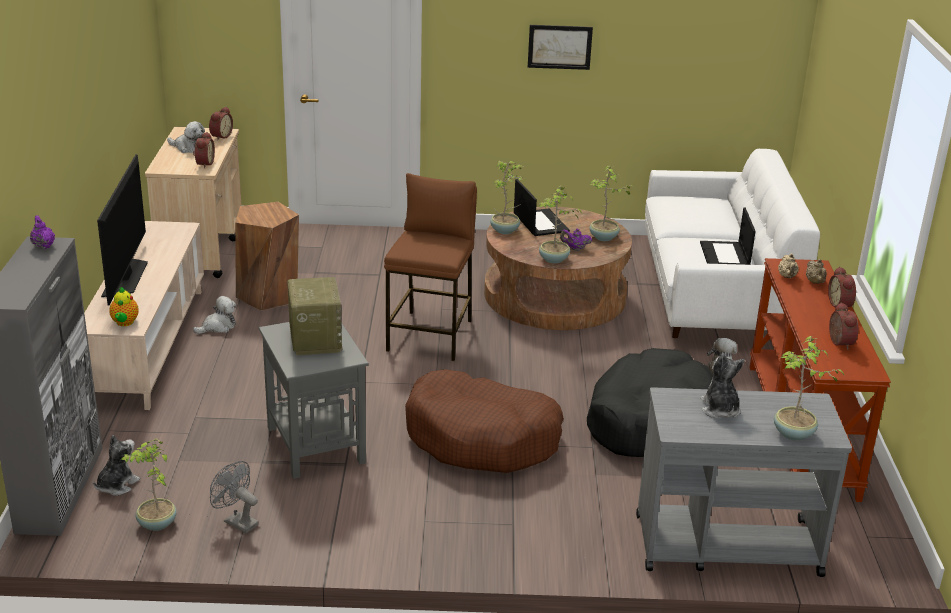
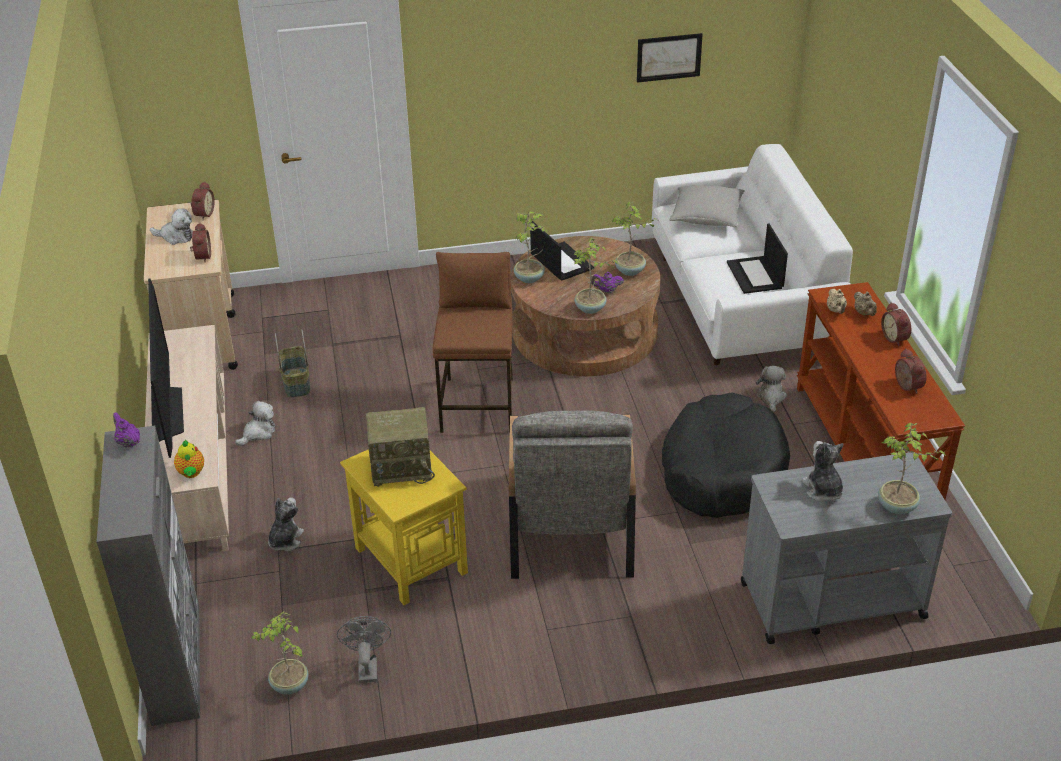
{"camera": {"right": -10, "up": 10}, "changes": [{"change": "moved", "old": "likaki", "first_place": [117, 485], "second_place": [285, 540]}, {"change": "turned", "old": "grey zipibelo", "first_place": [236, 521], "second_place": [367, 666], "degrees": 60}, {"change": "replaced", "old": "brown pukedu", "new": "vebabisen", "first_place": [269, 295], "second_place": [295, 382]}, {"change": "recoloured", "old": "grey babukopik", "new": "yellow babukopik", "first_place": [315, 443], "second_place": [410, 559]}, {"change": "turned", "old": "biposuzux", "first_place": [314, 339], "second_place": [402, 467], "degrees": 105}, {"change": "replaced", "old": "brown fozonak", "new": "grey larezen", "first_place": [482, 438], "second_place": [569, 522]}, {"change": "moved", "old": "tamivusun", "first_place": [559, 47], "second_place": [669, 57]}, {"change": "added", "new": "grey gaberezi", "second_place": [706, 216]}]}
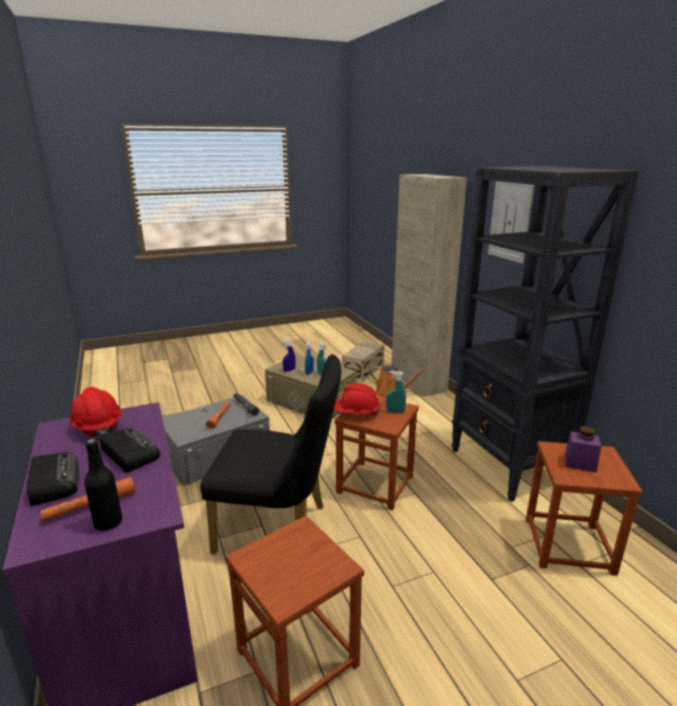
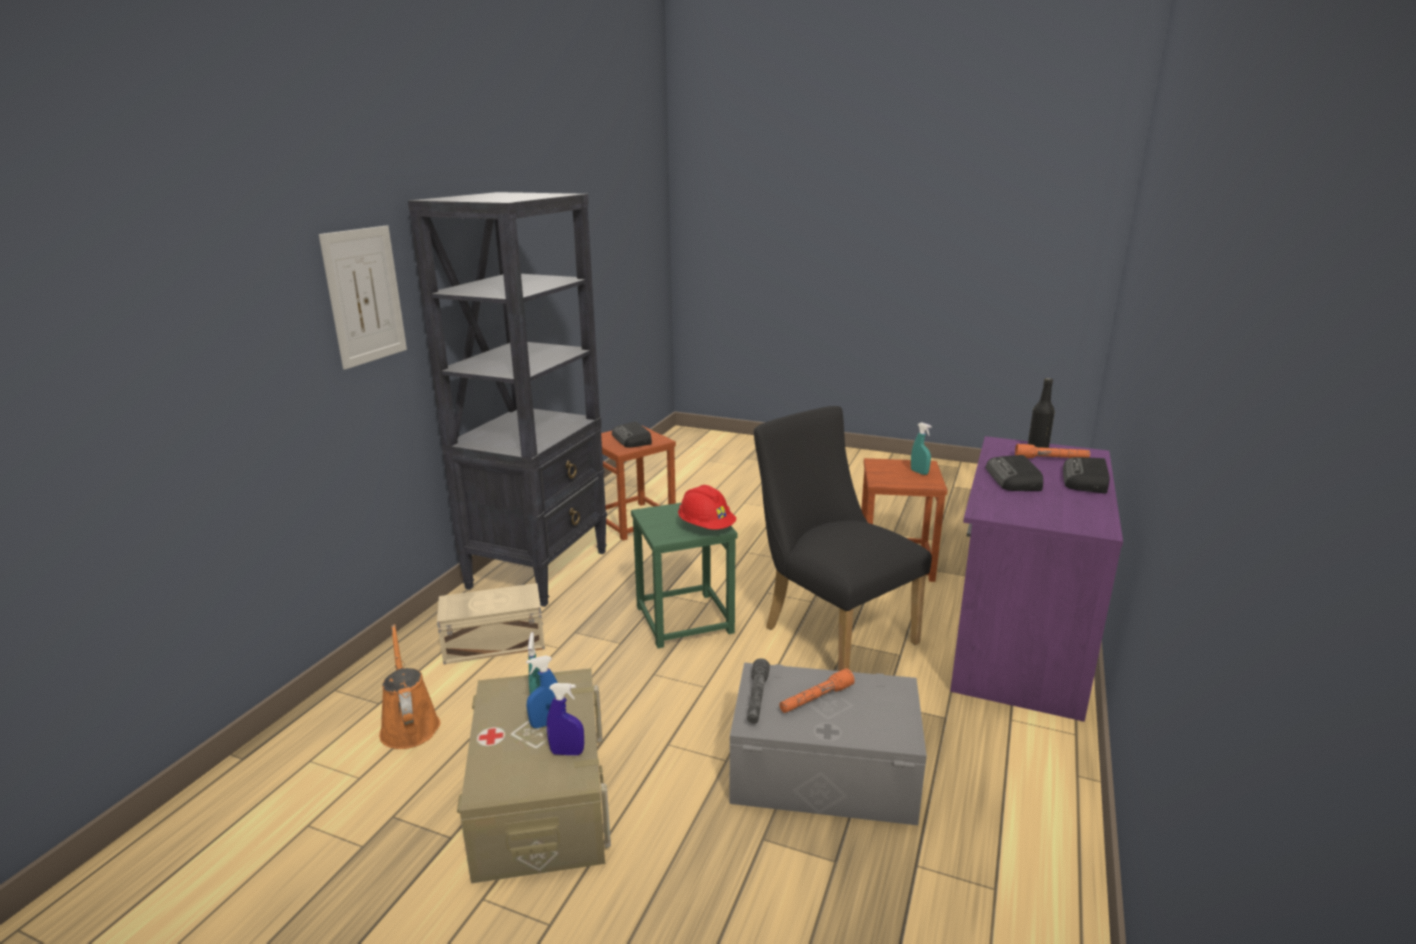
{"camera": {"right": -135, "up": 0}, "changes": [{"change": "removed", "old": "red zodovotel", "first_place": [97, 427]}, {"change": "recoloured", "old": "brown pukedu", "new": "green pukedu", "first_place": [375, 484], "second_place": [683, 619]}, {"change": "moved", "old": "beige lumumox", "first_place": [364, 370], "second_place": [492, 642]}, {"change": "moved", "old": "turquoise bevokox", "first_place": [395, 412], "second_place": [919, 472]}, {"change": "removed", "old": "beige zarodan", "first_place": [418, 381]}, {"change": "replaced", "old": "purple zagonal", "new": "biposuzux", "first_place": [580, 463], "second_place": [632, 440]}]}
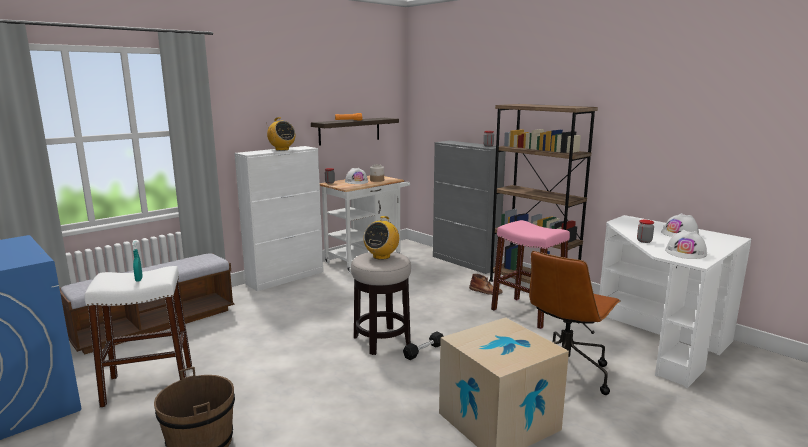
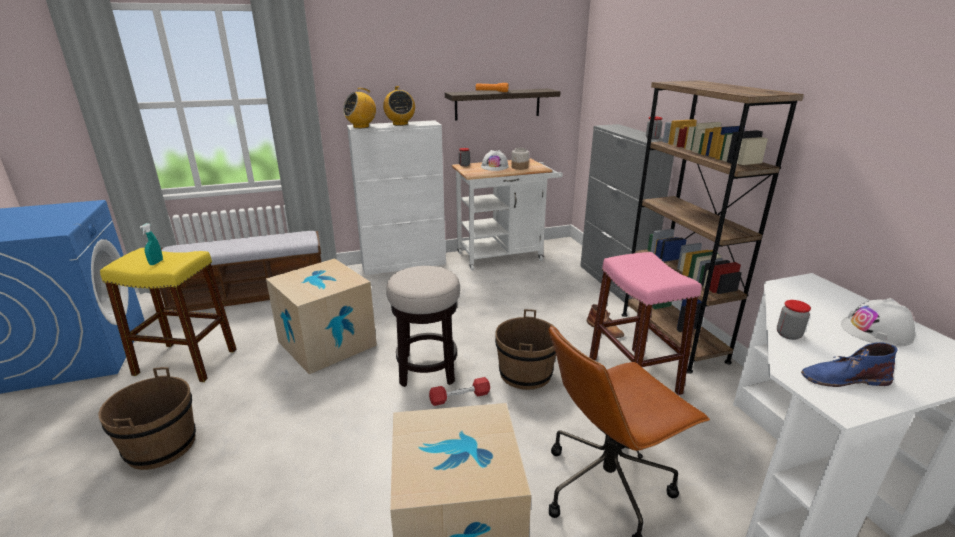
{"camera": {"right": 25, "up": 10}, "changes": [{"change": "recoloured", "old": "white pukedu", "new": "yellow pukedu", "first_place": [149, 385], "second_place": [186, 362]}, {"change": "moved", "old": "biposuzux", "first_place": [381, 256], "second_place": [361, 127]}, {"change": "recoloured", "old": "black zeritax", "new": "red zeritax", "first_place": [424, 351], "second_place": [460, 397]}, {"change": "replaced", "old": "white zodovotel", "new": "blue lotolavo", "first_place": [686, 252], "second_place": [843, 378]}, {"change": "added", "new": "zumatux", "second_place": [327, 343]}, {"change": "added", "new": "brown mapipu", "second_place": [525, 373]}]}
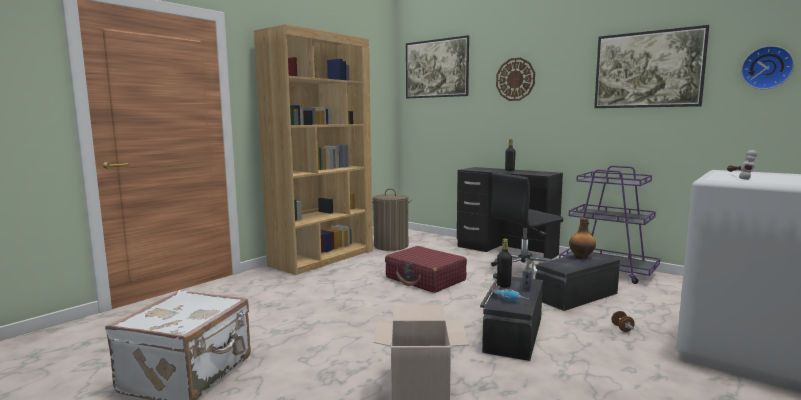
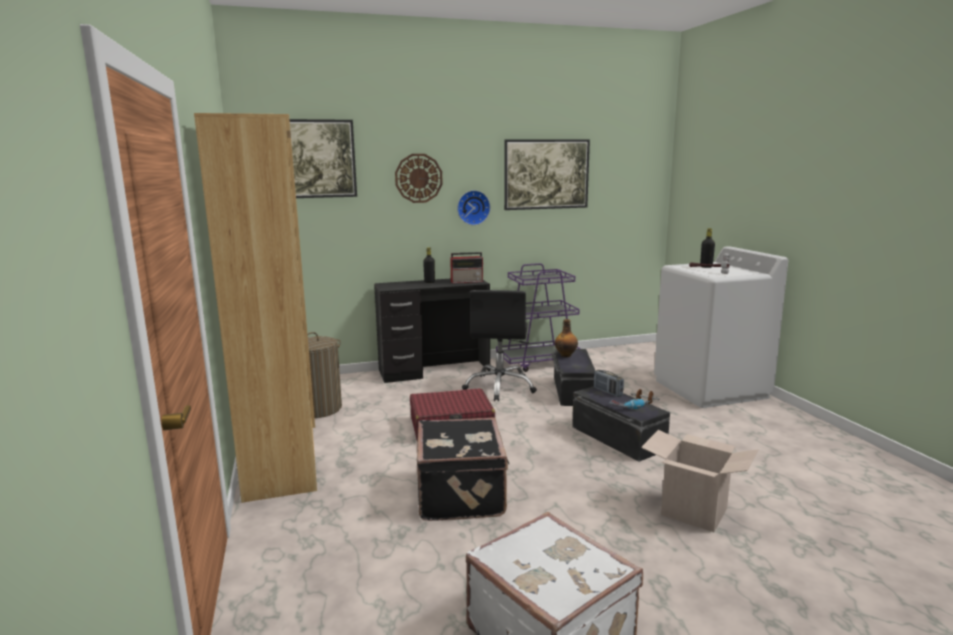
{"camera": {"right": -55, "up": 5}, "changes": [{"change": "moved", "old": "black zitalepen", "first_place": [503, 285], "second_place": [706, 267]}, {"change": "moved", "old": "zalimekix", "first_place": [766, 68], "second_place": [473, 207]}, {"change": "added", "new": "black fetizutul", "second_place": [462, 494]}, {"change": "added", "new": "biposuzux", "second_place": [467, 281]}]}
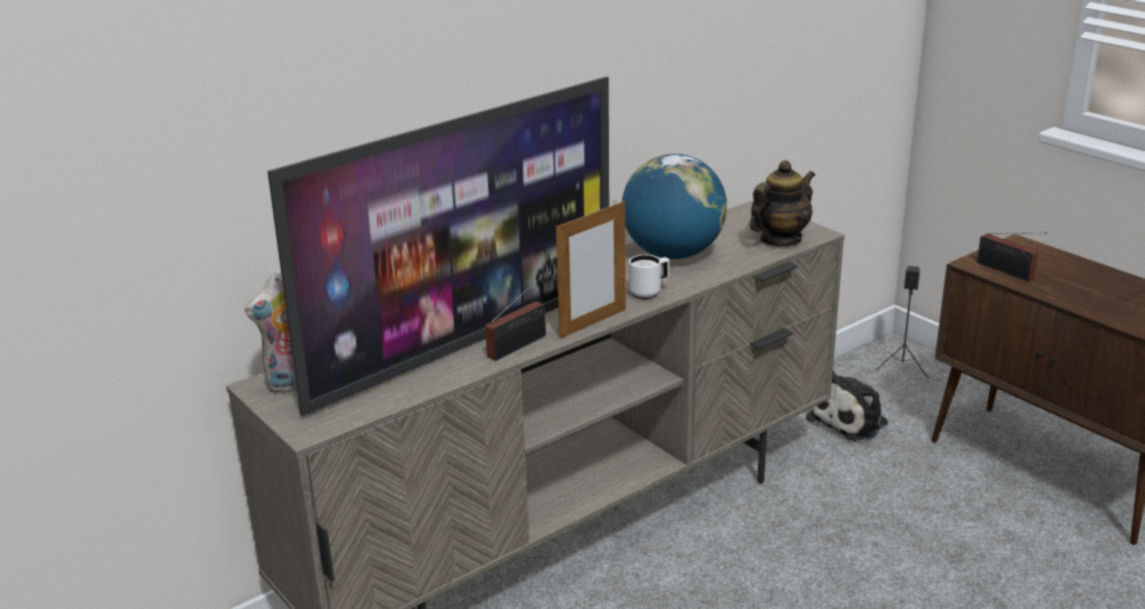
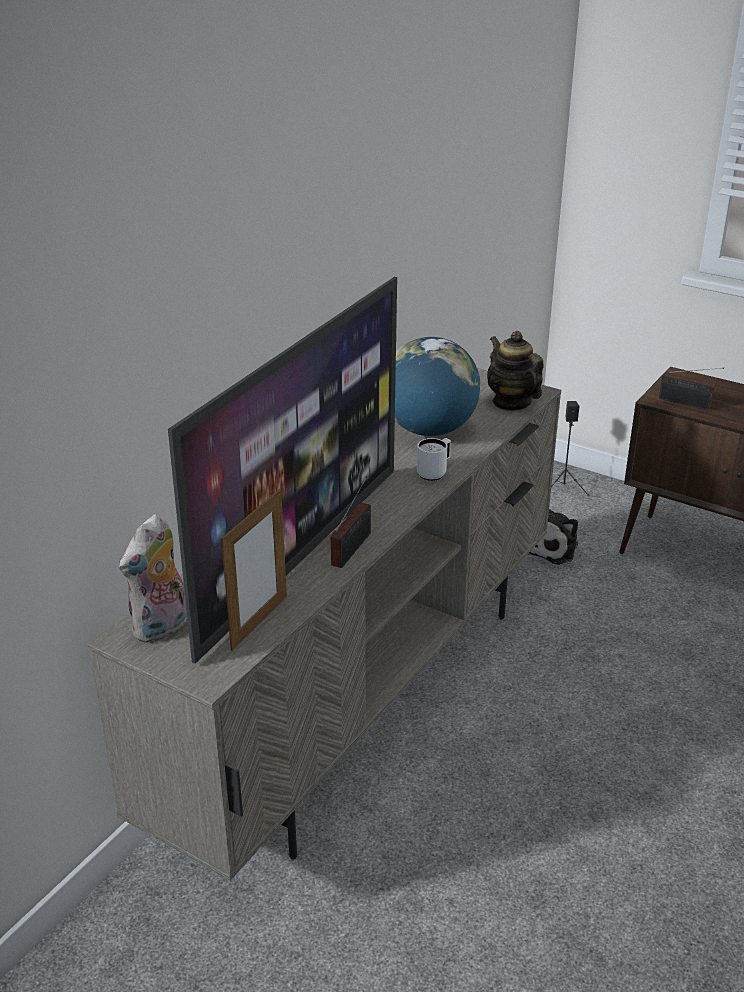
{"camera": {"right": -20, "up": 5}, "changes": [{"change": "moved", "old": "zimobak", "first_place": [593, 323], "second_place": [259, 622]}, {"change": "turned", "old": "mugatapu", "first_place": [779, 240], "second_place": [511, 402], "degrees": -60}]}
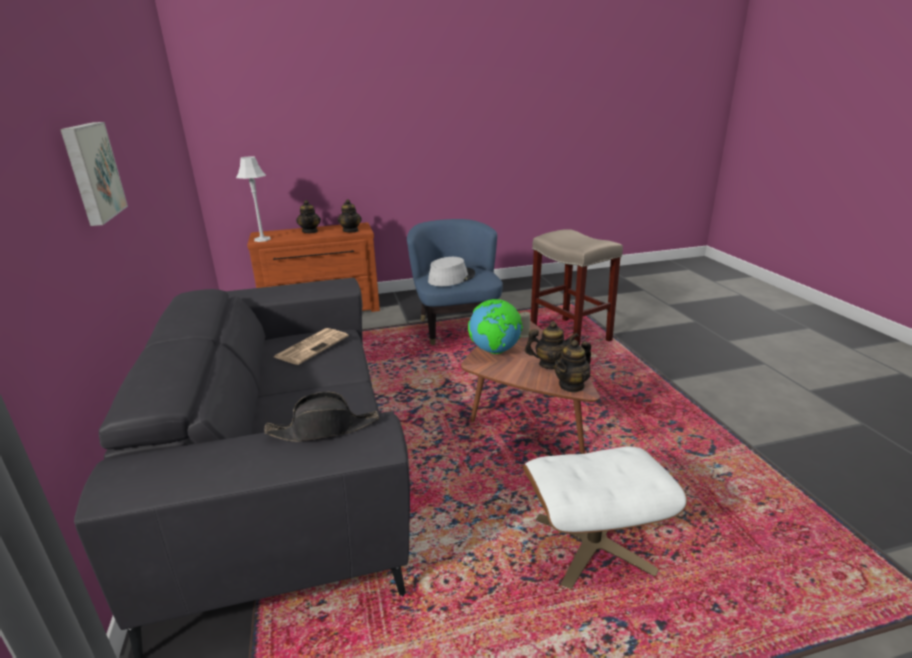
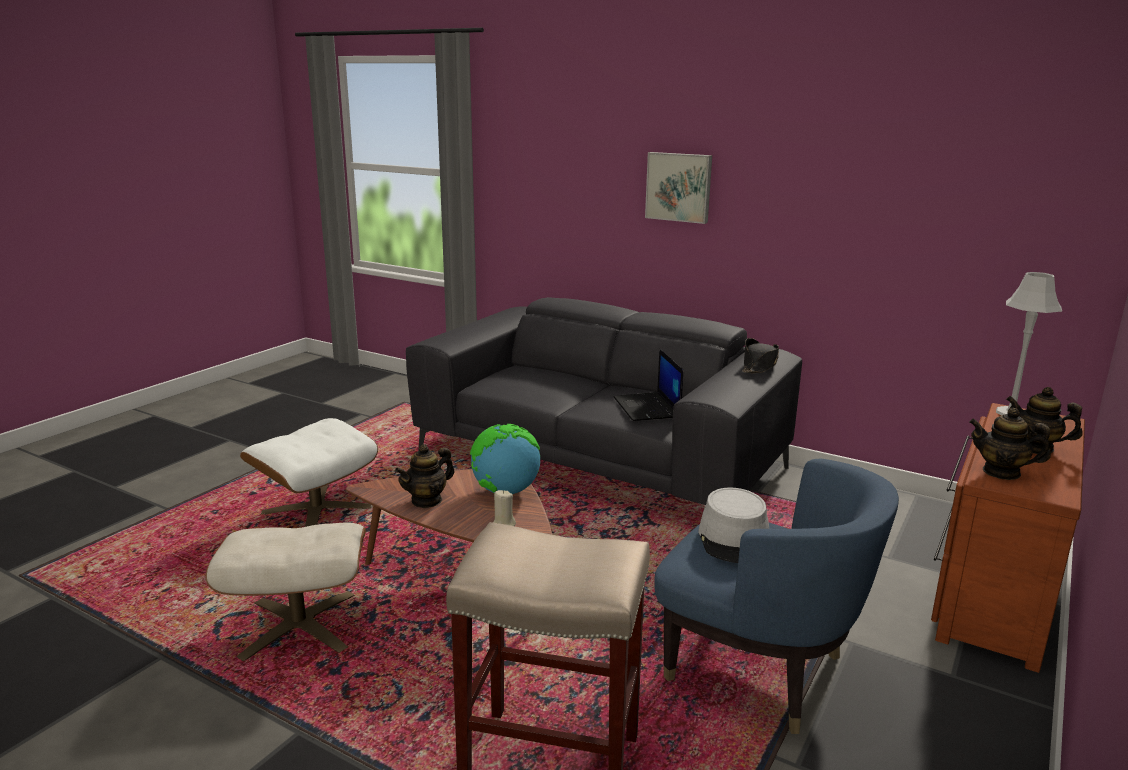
{"camera": {"right": 135, "up": -5}, "changes": [{"change": "moved", "old": "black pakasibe", "first_place": [324, 429], "second_place": [759, 365]}, {"change": "replaced", "old": "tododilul", "new": "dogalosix", "first_place": [312, 346], "second_place": [647, 408]}, {"change": "removed", "old": "mugatapu", "first_place": [572, 385]}, {"change": "added", "new": "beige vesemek", "second_place": [299, 626]}]}
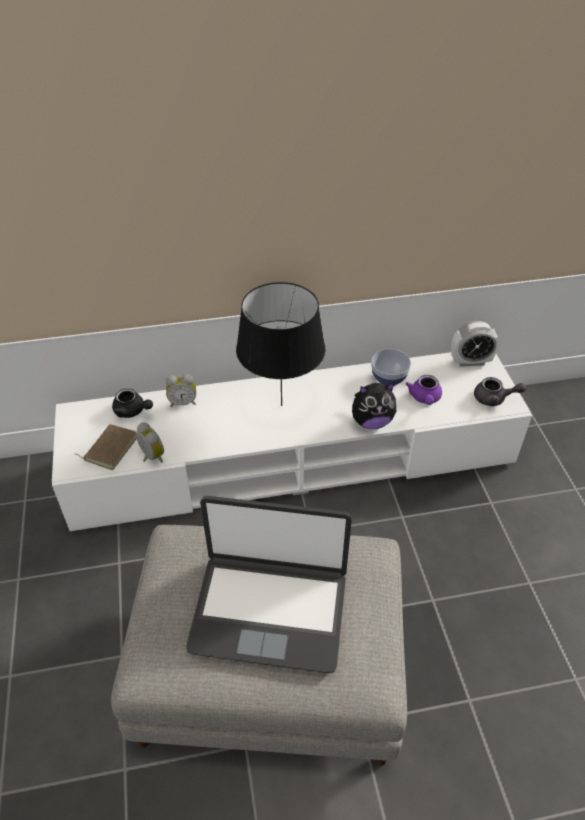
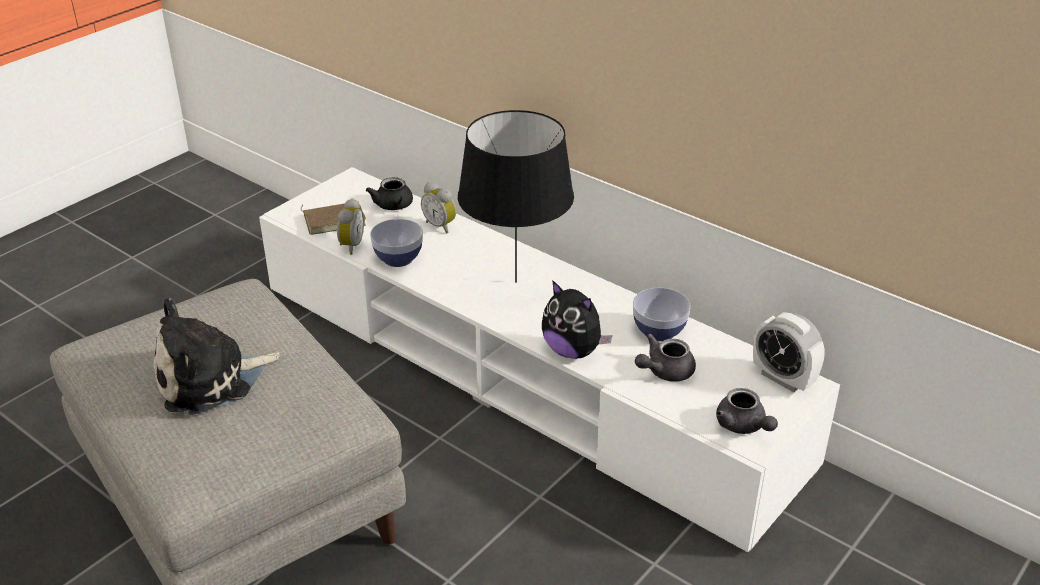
{"camera": {"right": 50, "up": -10}, "changes": [{"change": "replaced", "old": "dogalosix", "new": "likaki", "first_place": [269, 610], "second_place": [210, 379]}, {"change": "recoloured", "old": "purple mugatapu", "new": "grey mugatapu", "first_place": [424, 398], "second_place": [664, 371]}, {"change": "added", "new": "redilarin", "second_place": [398, 258]}]}
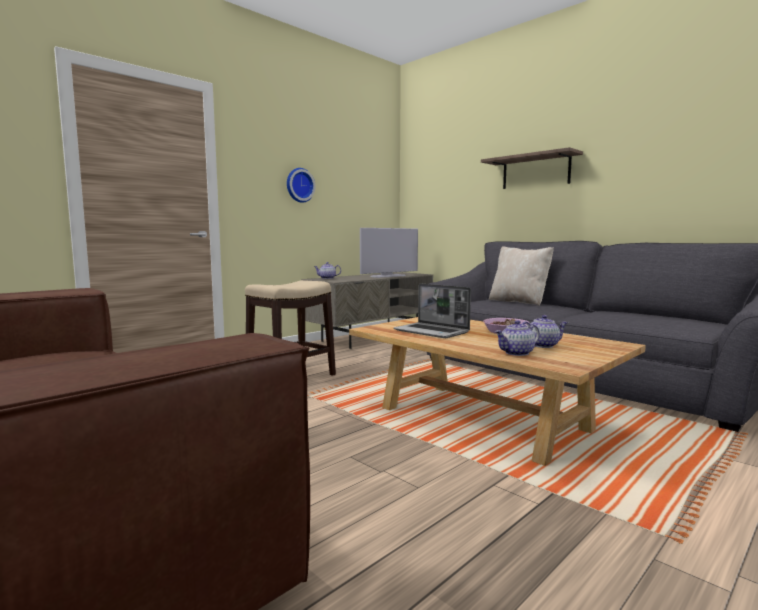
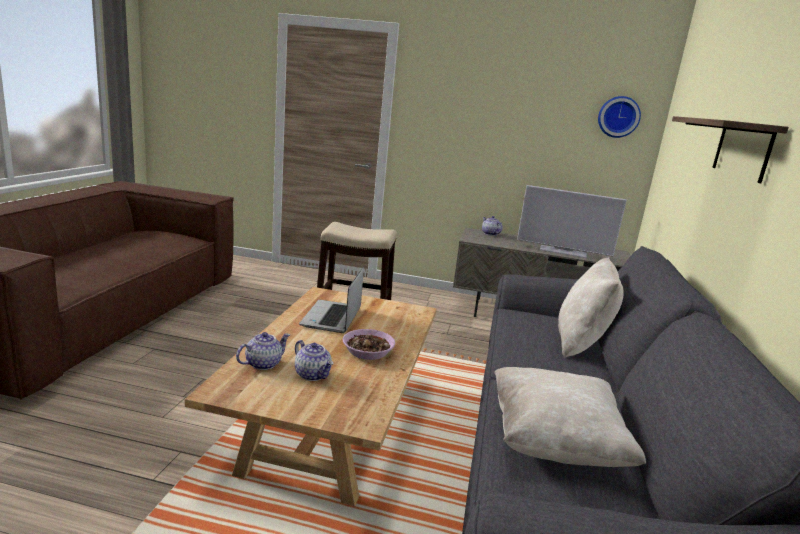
{"camera": {"right": 55, "up": 10}, "changes": [{"change": "moved", "old": "zalimekix", "first_place": [299, 185], "second_place": [618, 117]}, {"change": "turned", "old": "mugatapu", "first_place": [516, 353], "second_place": [263, 364], "degrees": 105}, {"change": "added", "new": "beige gaberezi", "second_place": [554, 443]}]}
